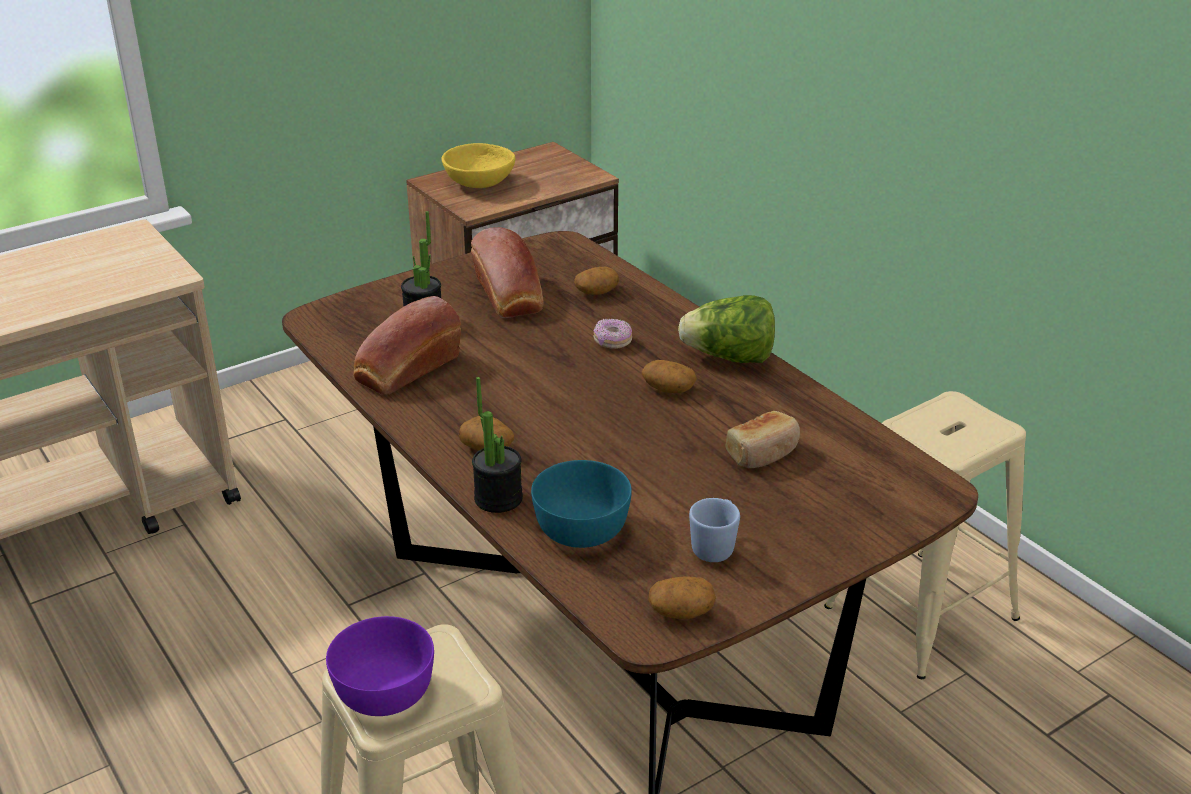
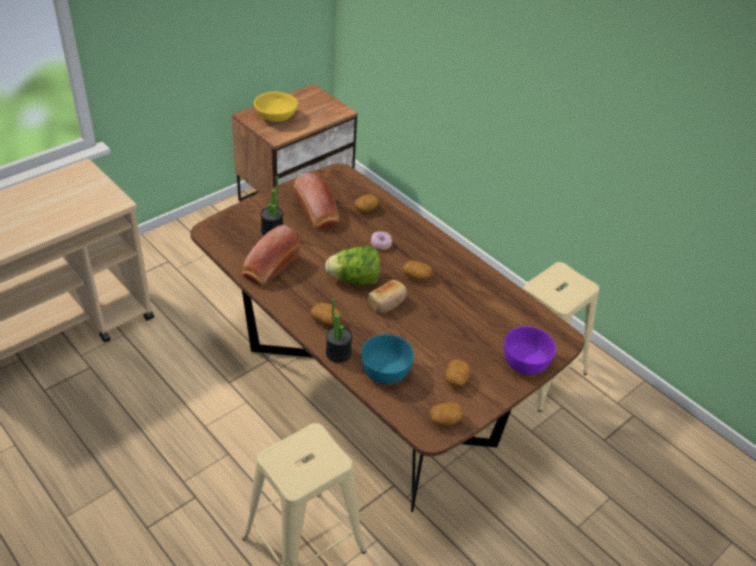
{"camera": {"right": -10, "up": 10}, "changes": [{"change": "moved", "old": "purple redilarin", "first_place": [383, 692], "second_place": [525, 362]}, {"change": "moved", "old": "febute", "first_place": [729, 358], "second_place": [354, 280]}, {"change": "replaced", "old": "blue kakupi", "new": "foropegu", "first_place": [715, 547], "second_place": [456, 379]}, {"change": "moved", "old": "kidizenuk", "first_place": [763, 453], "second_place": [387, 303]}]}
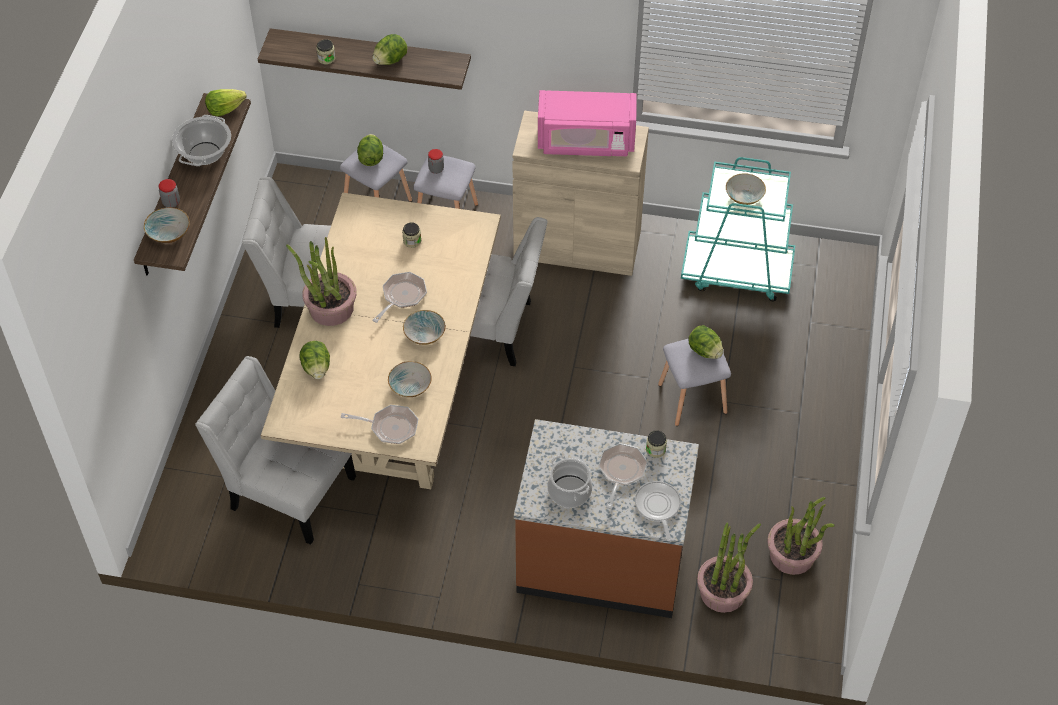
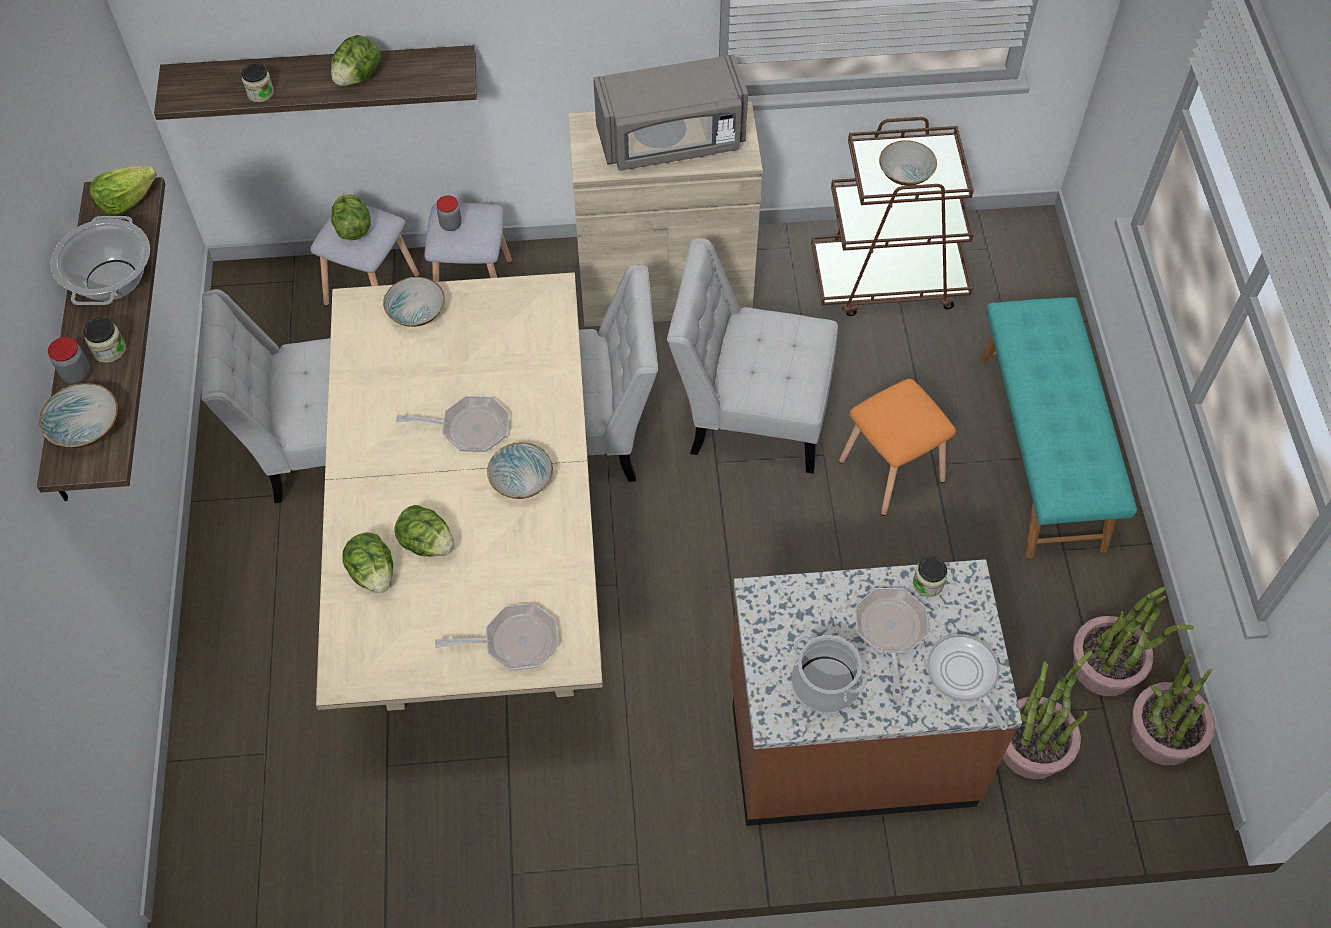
{"camera": {"right": -15, "up": 5}, "changes": [{"change": "moved", "old": "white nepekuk", "first_place": [287, 489], "second_place": [750, 412]}, {"change": "moved", "old": "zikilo", "first_place": [330, 308], "second_place": [1162, 734]}, {"change": "turned", "old": "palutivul", "first_place": [402, 296], "second_place": [469, 428], "degrees": 75}, {"change": "moved", "old": "redilarin", "first_place": [410, 386], "second_place": [416, 312]}, {"change": "moved", "old": "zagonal", "first_place": [412, 241], "second_place": [109, 350]}, {"change": "recoloured", "old": "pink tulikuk", "new": "grey tulikuk", "first_place": [586, 142], "second_place": [671, 141]}, {"change": "recoloured", "old": "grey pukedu", "new": "orange pukedu", "first_place": [691, 399], "second_place": [891, 472]}, {"change": "recoloured", "old": "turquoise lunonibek", "new": "brown lunonibek", "first_place": [737, 272], "second_place": [888, 279]}, {"change": "moved", "old": "febute", "first_place": [704, 351], "second_place": [427, 543]}, {"change": "added", "new": "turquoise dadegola", "second_place": [1042, 451]}]}
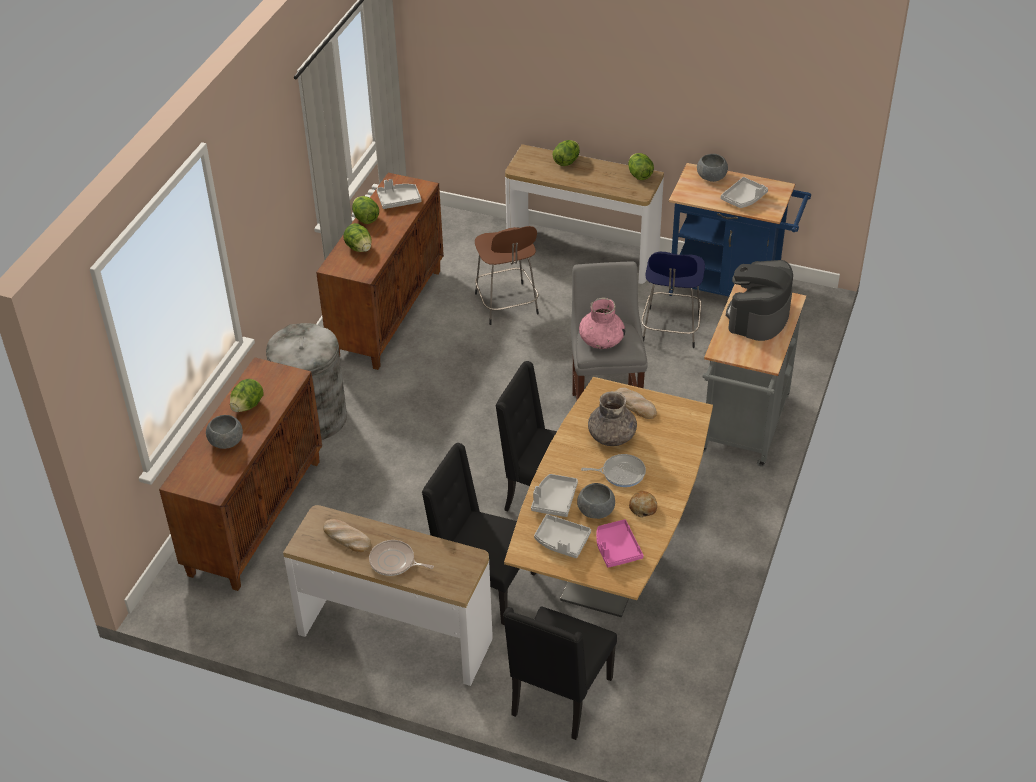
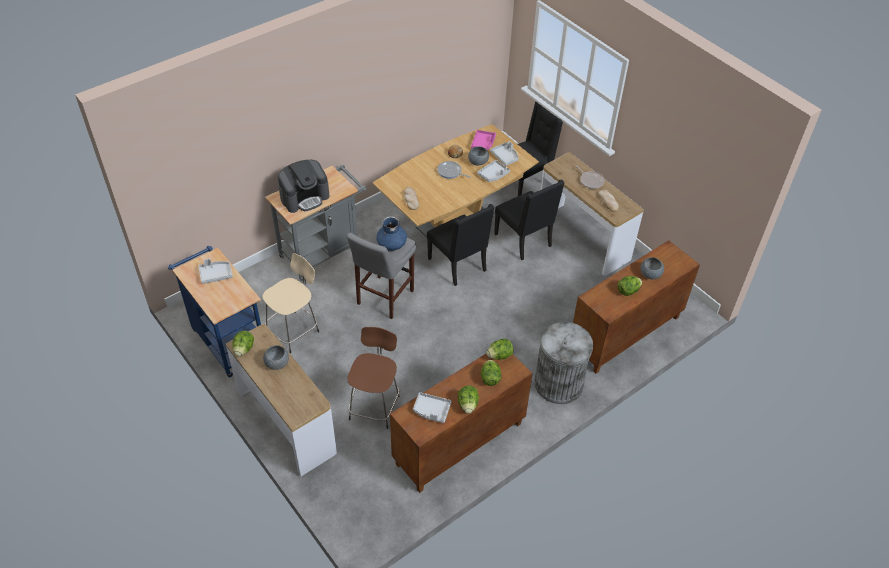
{"camera": {"right": -150, "up": 5}, "changes": [{"change": "moved", "old": "febute", "first_place": [566, 161], "second_place": [499, 355]}, {"change": "recoloured", "old": "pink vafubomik", "new": "blue vafubomik", "first_place": [601, 340], "second_place": [392, 244]}, {"change": "removed", "old": "grey vafubomik", "first_place": [612, 435]}, {"change": "recoloured", "old": "blue pukedu", "new": "beige pukedu", "first_place": [670, 329], "second_place": [294, 331]}, {"change": "moved", "old": "grey redilarin", "first_place": [711, 177], "second_place": [277, 363]}]}
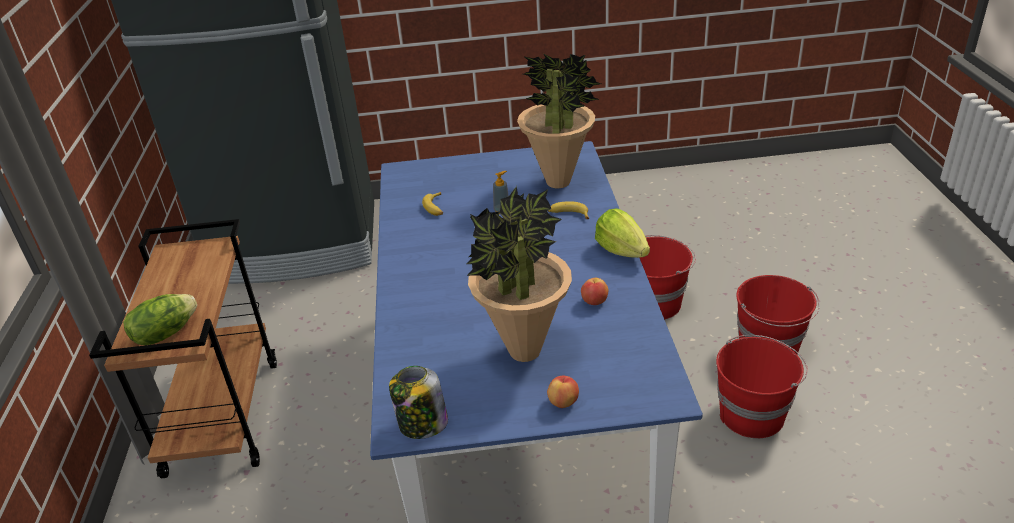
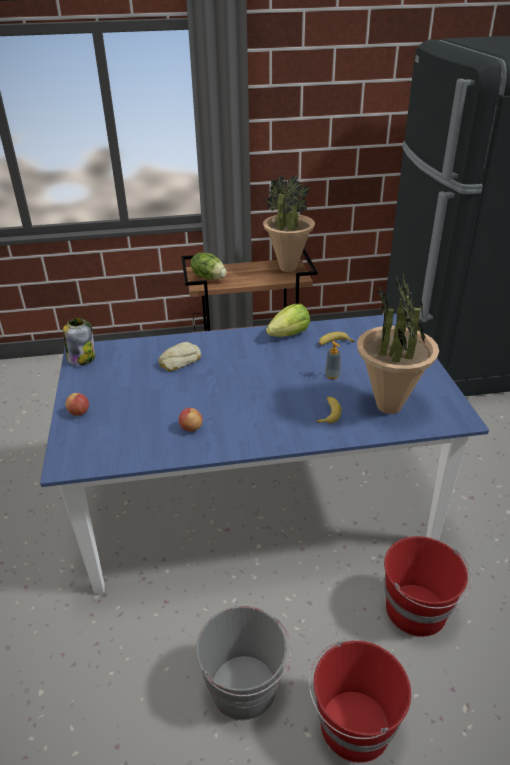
{"camera": {"right": 85, "up": 0}, "changes": [{"change": "moved", "old": "zikilo", "first_place": [524, 352], "second_place": [287, 268]}, {"change": "moved", "old": "febute", "first_place": [621, 250], "second_place": [289, 334]}, {"change": "recoloured", "old": "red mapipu", "new": "grey mapipu", "first_place": [752, 414], "second_place": [245, 687]}, {"change": "added", "new": "kidizenuk", "second_place": [179, 361]}]}
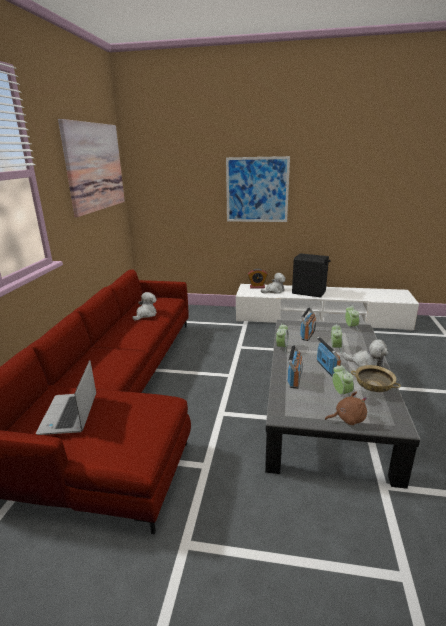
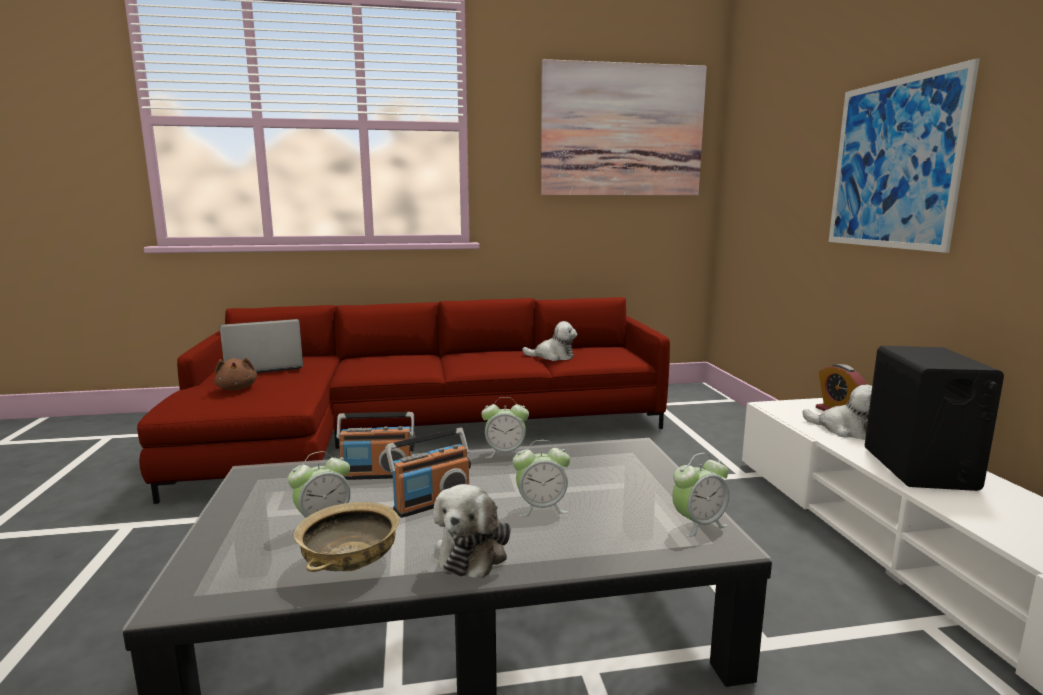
{"camera": {"right": 70, "up": -10}, "changes": [{"change": "removed", "old": "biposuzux", "first_place": [307, 334]}, {"change": "moved", "old": "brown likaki", "first_place": [347, 419], "second_place": [237, 388]}]}
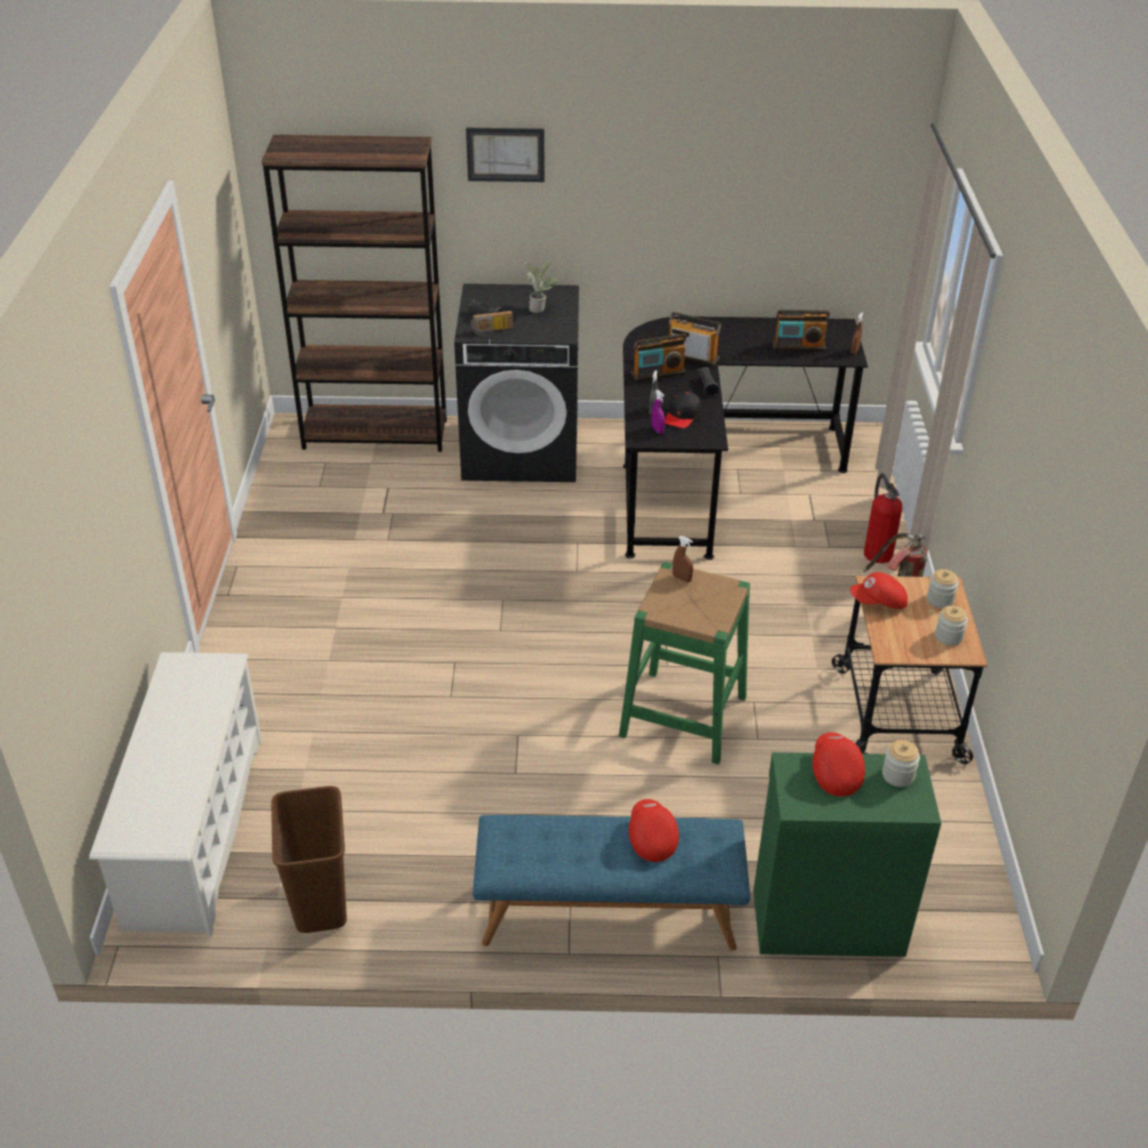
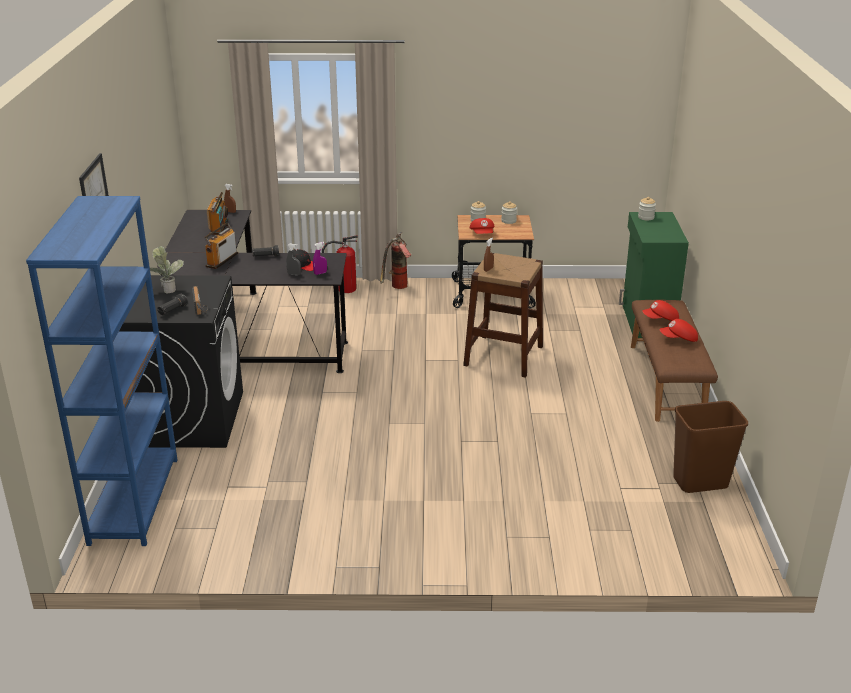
{"camera": {"right": -90, "up": -10}, "changes": [{"change": "removed", "old": "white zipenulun", "first_place": [195, 829]}, {"change": "recoloured", "old": "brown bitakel", "new": "blue bitakel", "first_place": [375, 434], "second_place": [134, 500]}, {"change": "recoloured", "old": "blue dadegola", "new": "brown dadegola", "first_place": [608, 914], "second_place": [667, 381]}, {"change": "recoloured", "old": "green pukedu", "new": "brown pukedu", "first_place": [683, 716], "second_place": [504, 356]}, {"change": "removed", "old": "biposuzux", "first_place": [658, 373]}, {"change": "moved", "old": "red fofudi", "first_place": [834, 772], "second_place": [679, 339]}]}
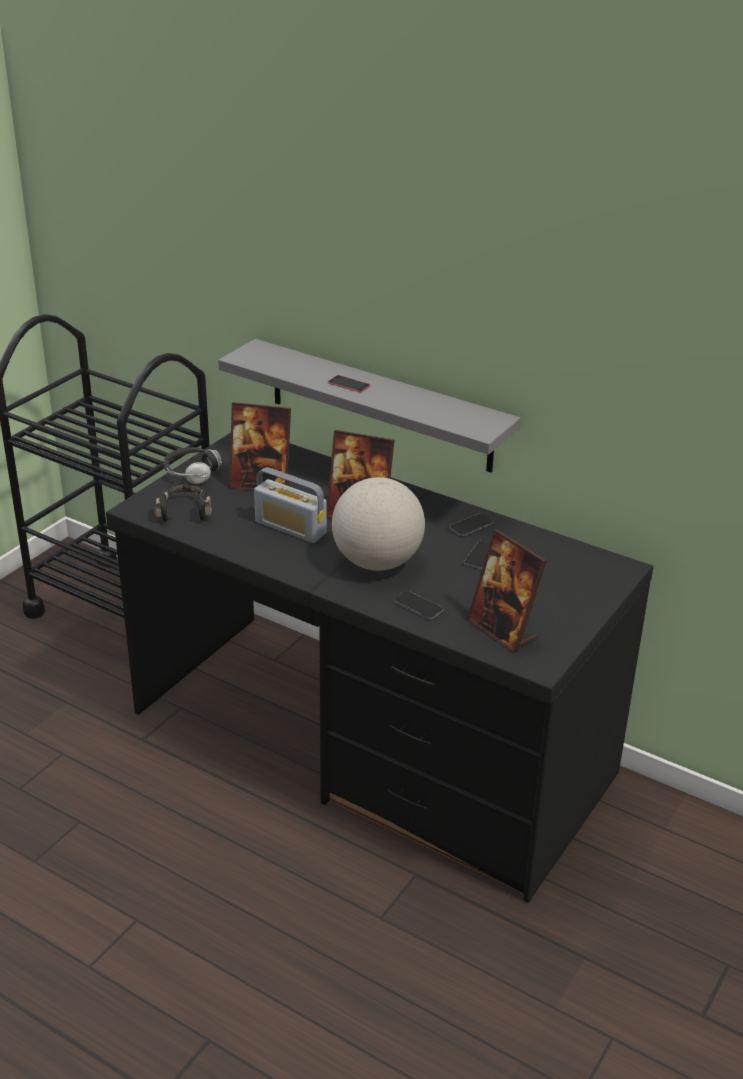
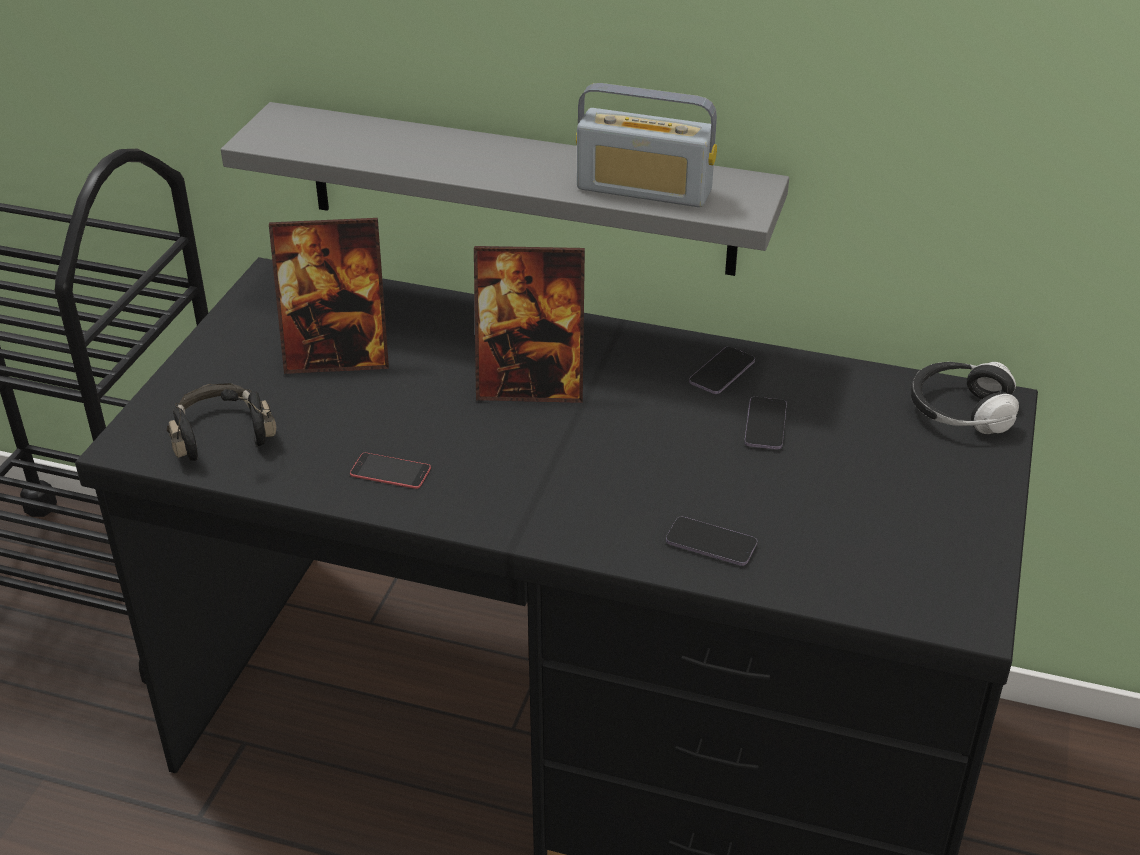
{"camera": {"right": -15, "up": 5}, "changes": [{"change": "moved", "old": "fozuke", "first_place": [192, 473], "second_place": [960, 411]}, {"change": "moved", "old": "biposuzux", "first_place": [290, 528], "second_place": [644, 189]}, {"change": "moved", "old": "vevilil", "first_place": [348, 384], "second_place": [390, 471]}, {"change": "removed", "old": "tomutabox", "first_place": [377, 562]}, {"change": "removed", "old": "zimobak", "first_place": [502, 630]}]}
